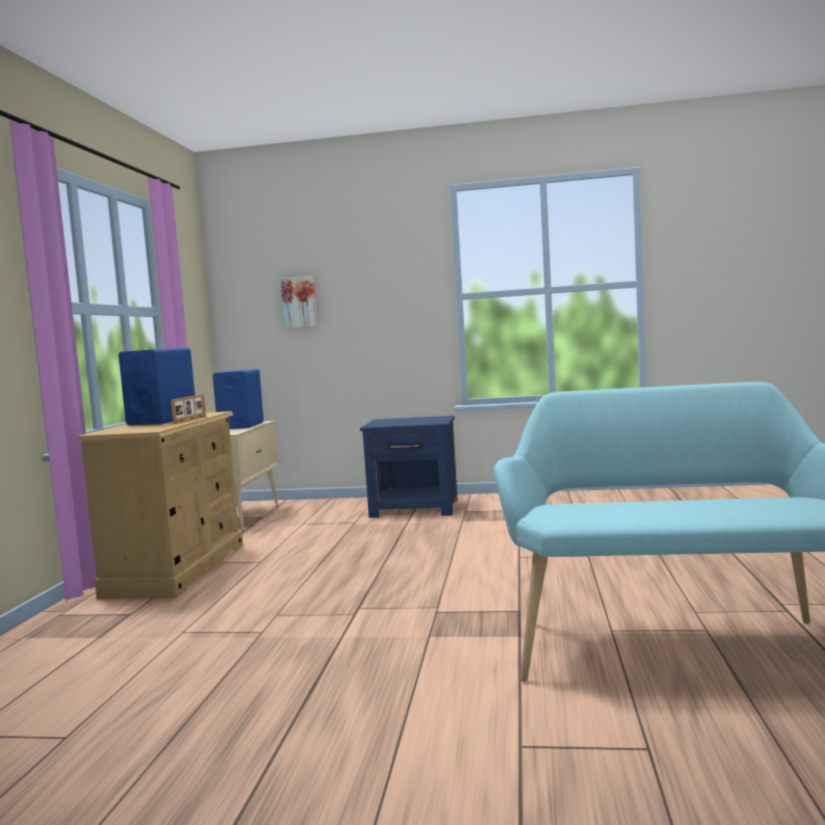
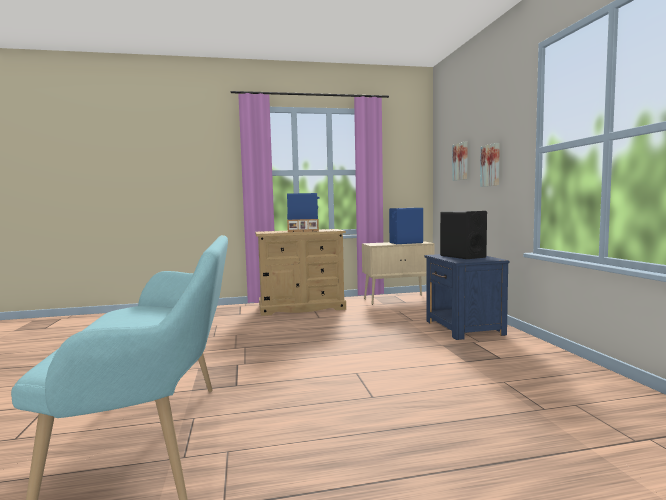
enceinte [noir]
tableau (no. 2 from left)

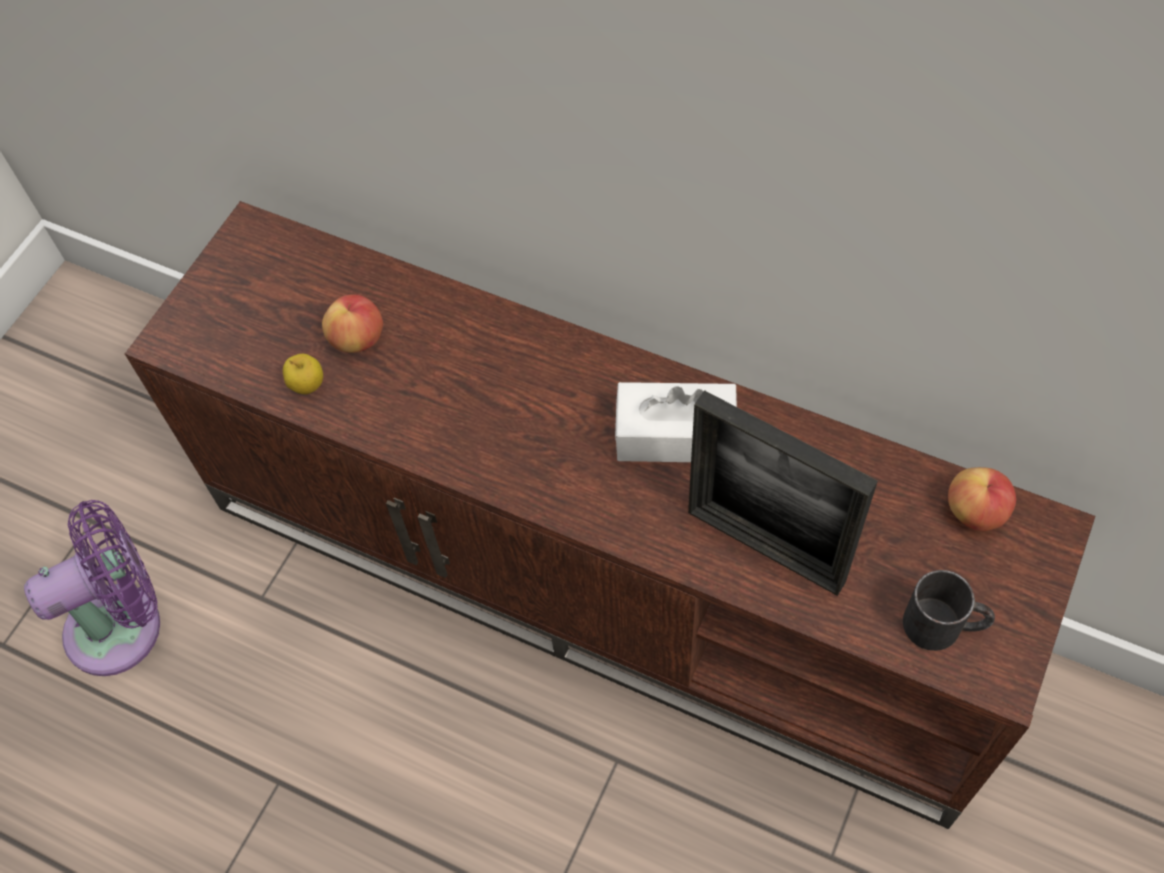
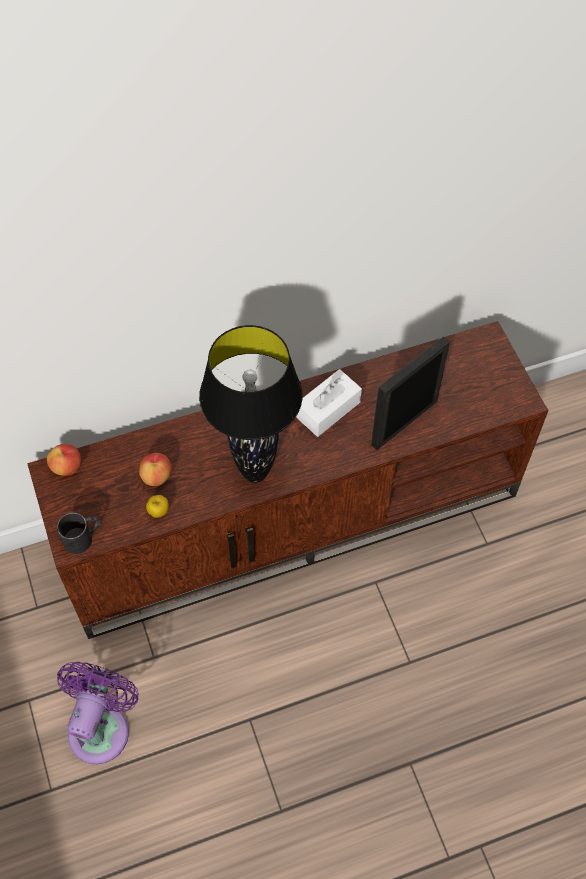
pomme (no. 1 from left)
mug [noir]
lampe de table [noir]
cadre photo

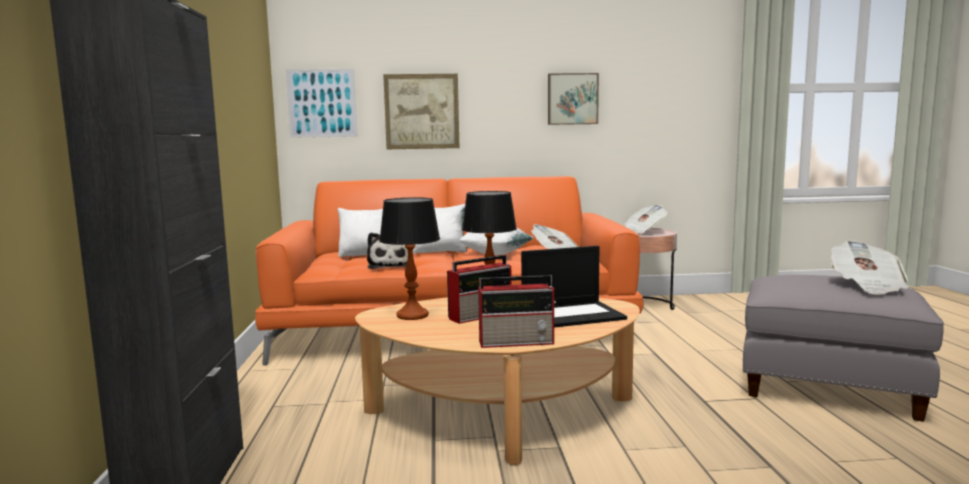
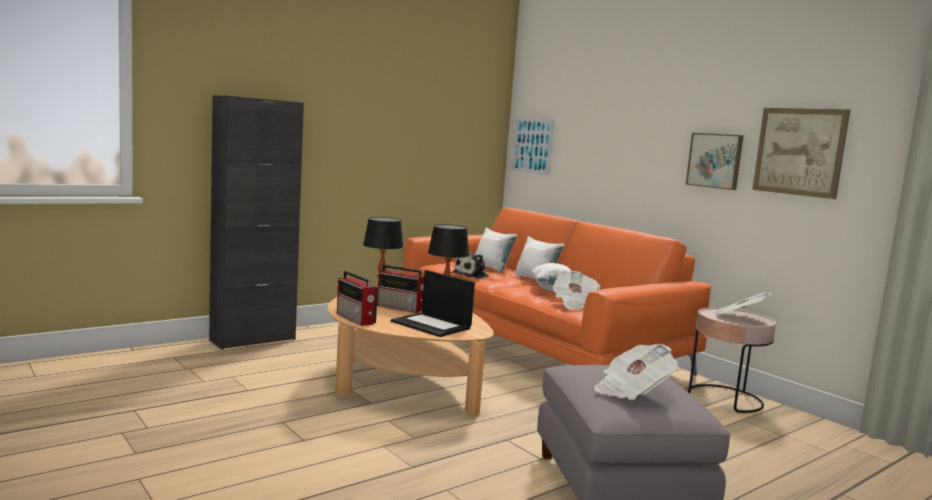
tableau (no. 3 from left)

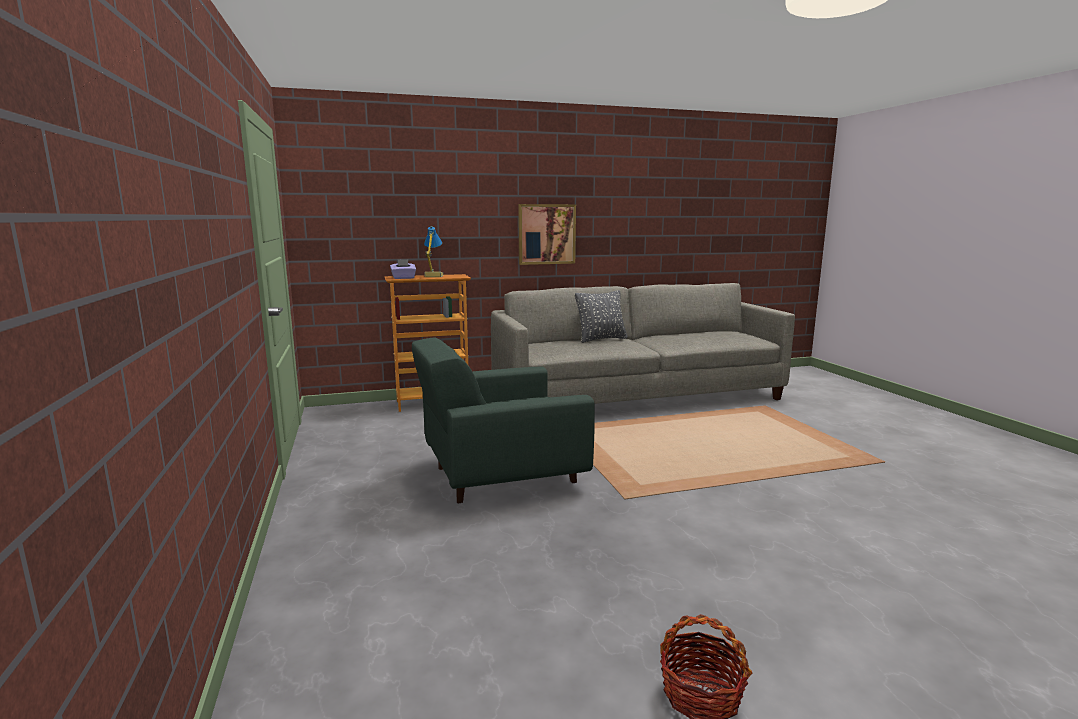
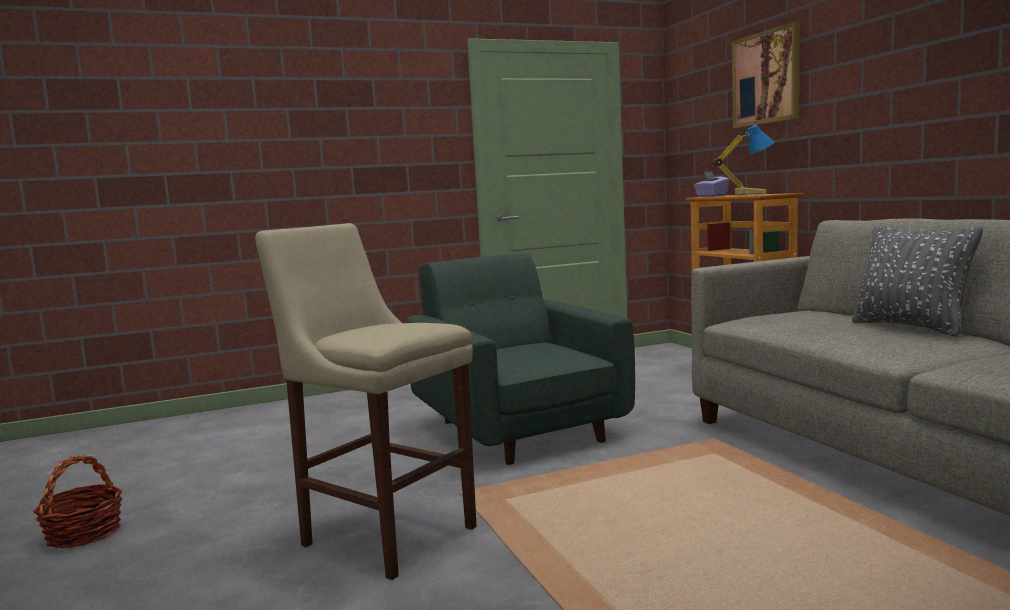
tabouret [beige]
tableau

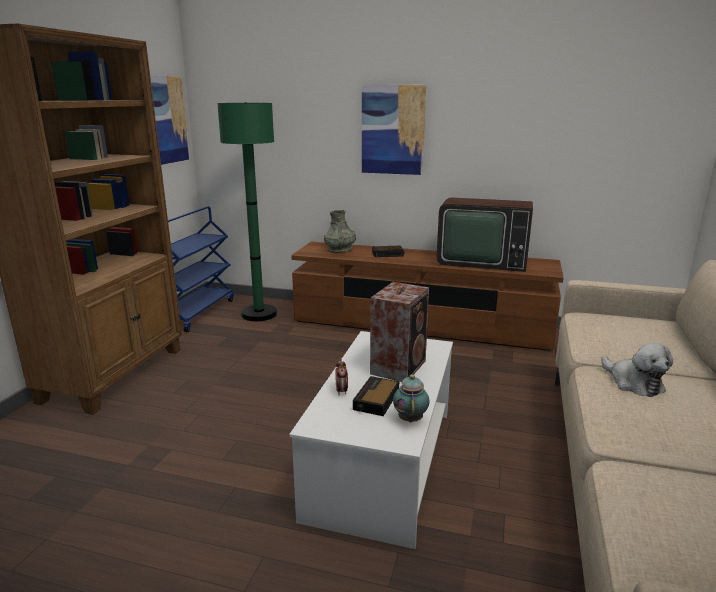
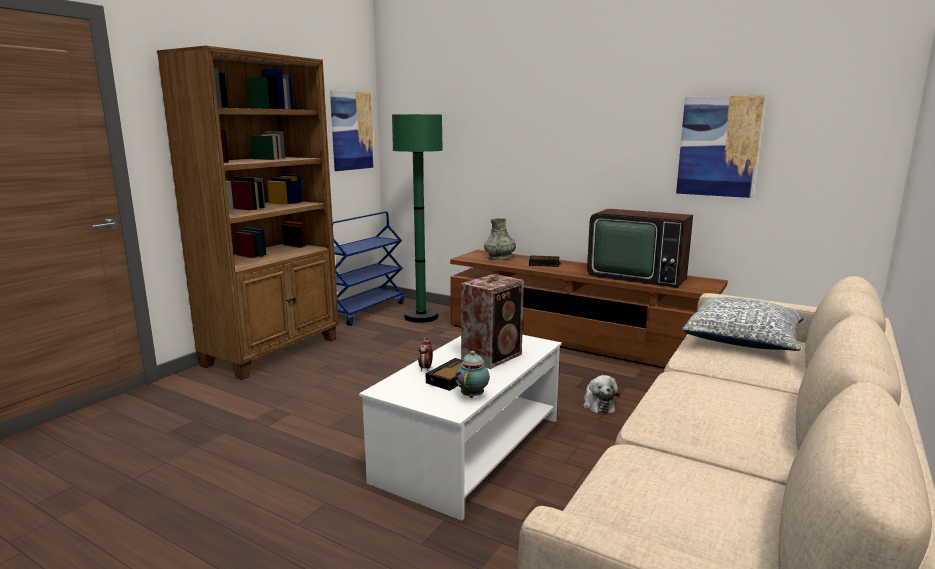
peluche
tableau (no. 2 from left)
coussin

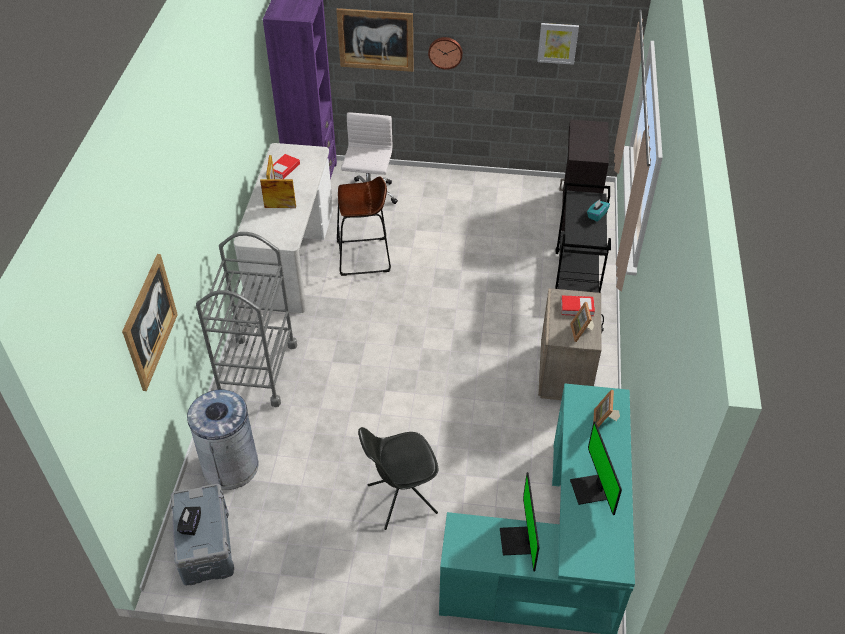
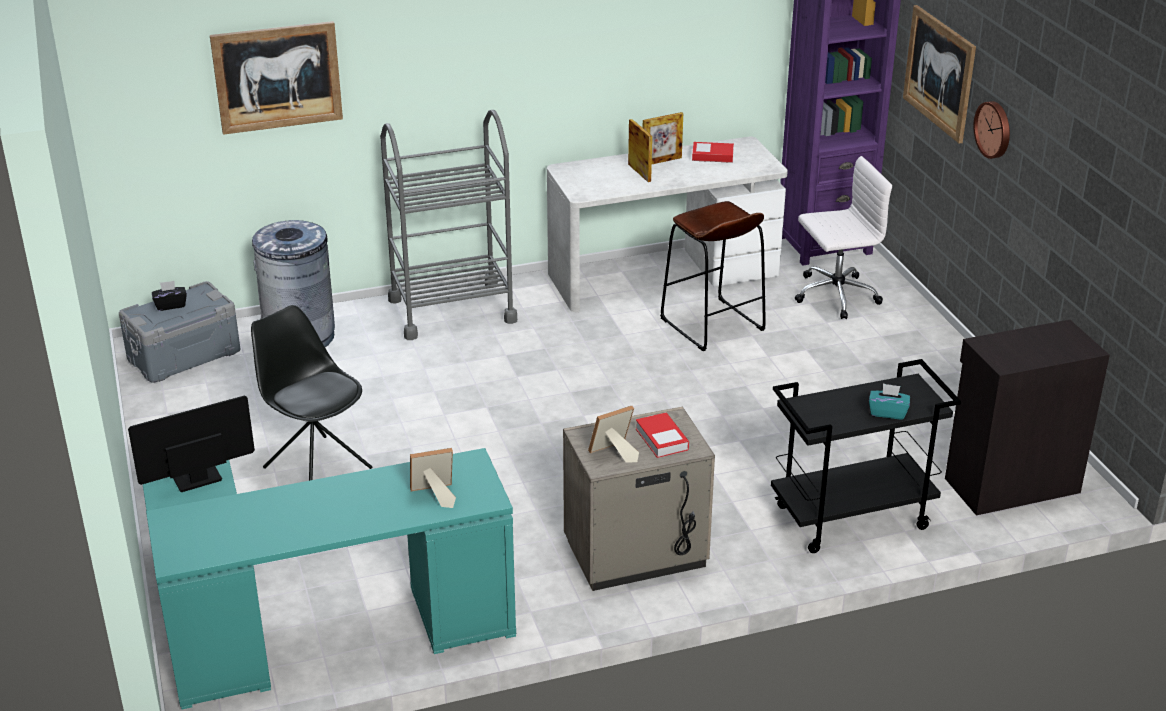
tableau (no. 3 from left in the first image)
écran d'ordinateur (no. 2 from left in the first image)

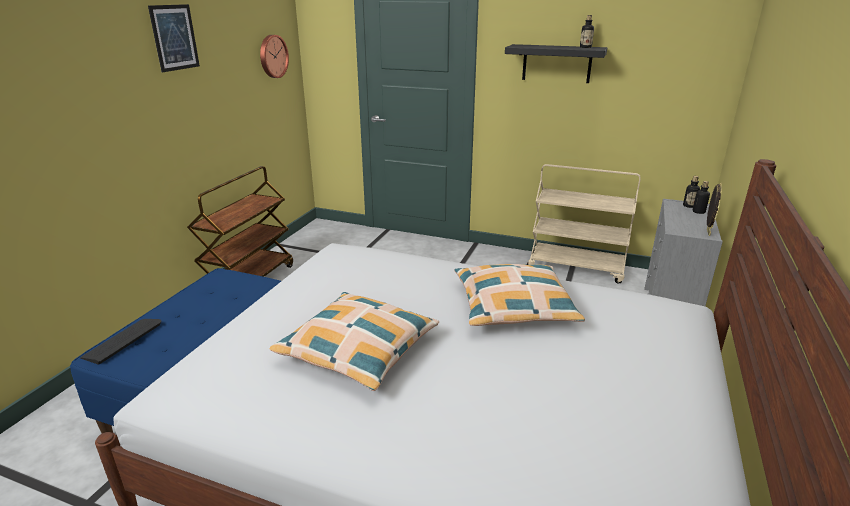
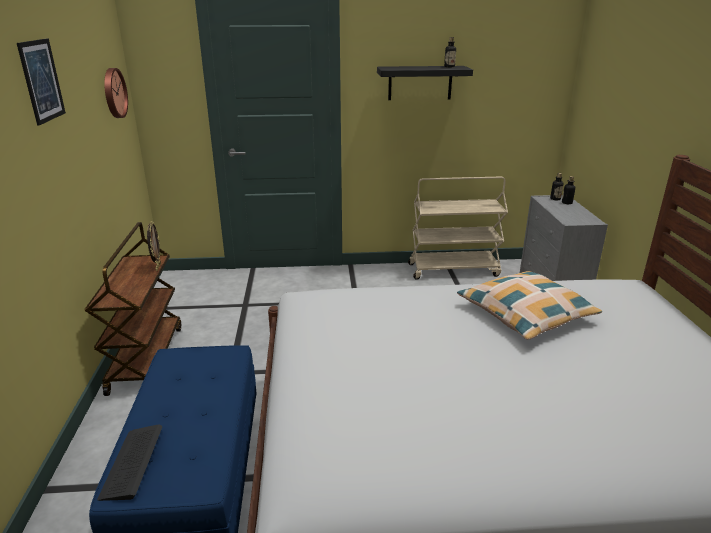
cadre photo
coussin (no. 1 from left in the first image)

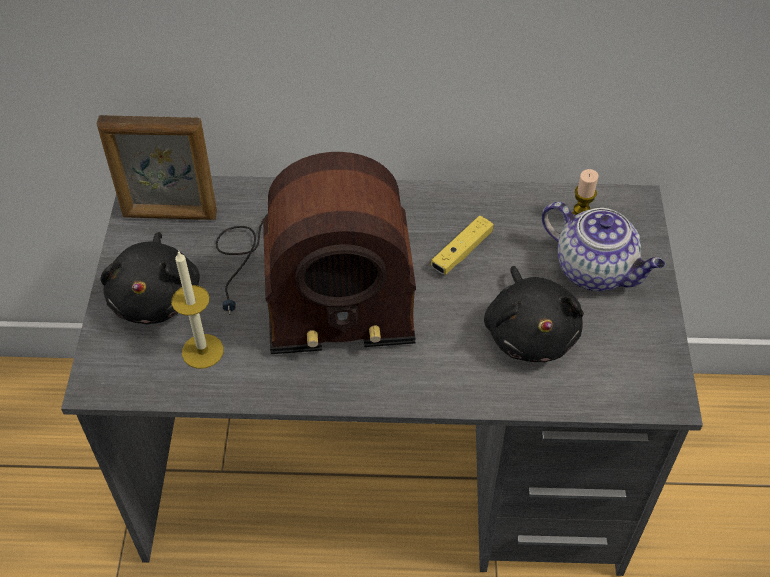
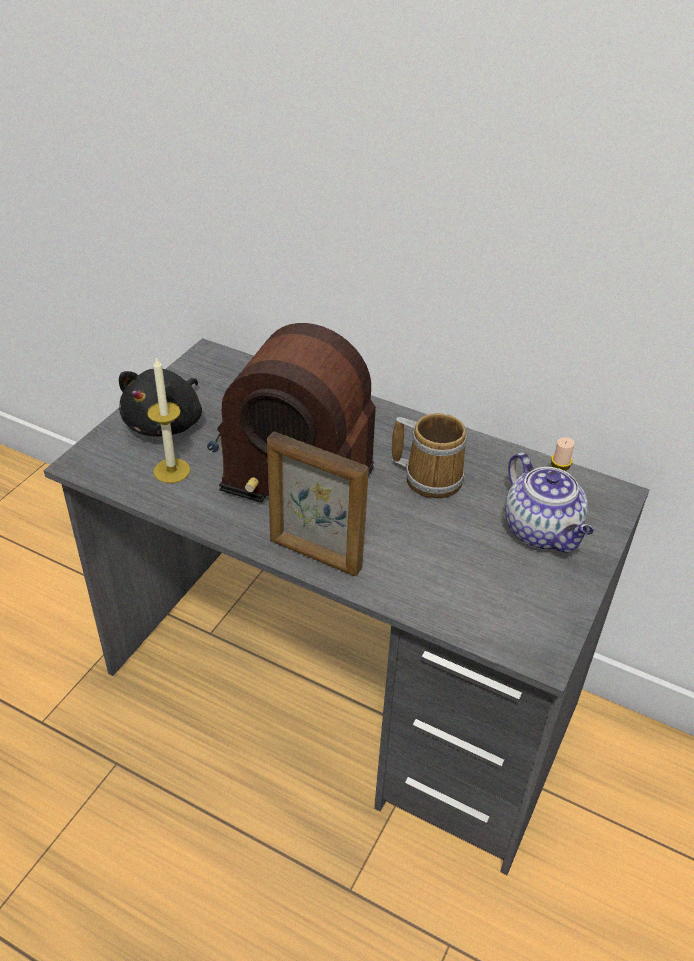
cadre photo
mug
peluche [noir] (no. 2 from left in the first image)

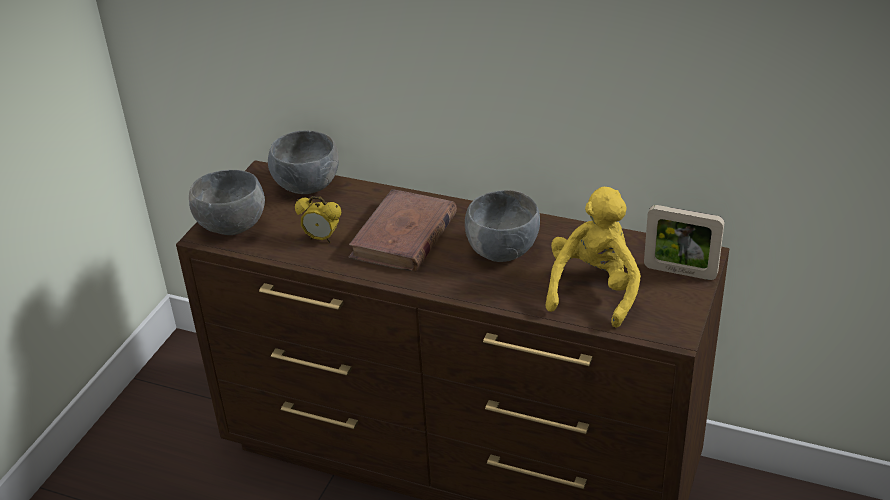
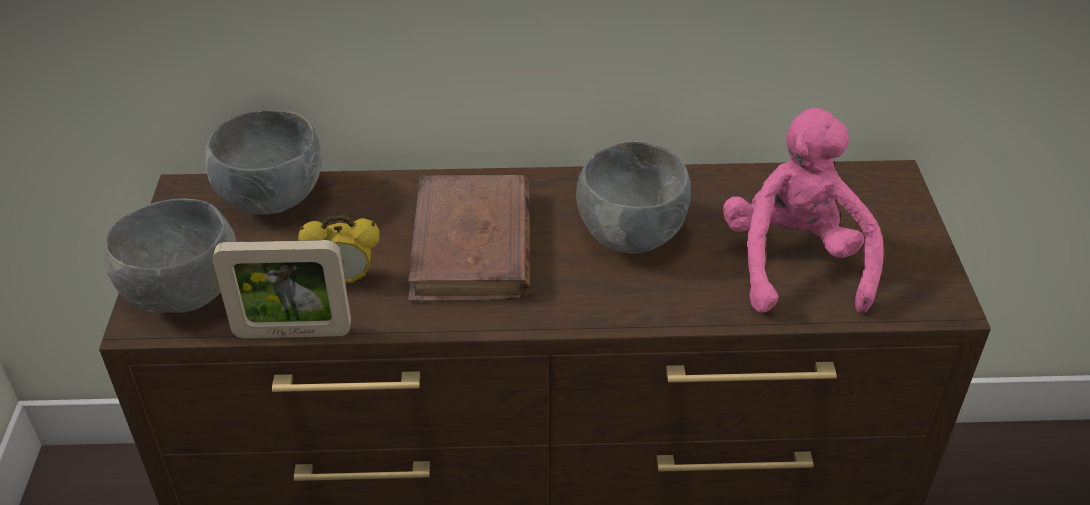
cadre photo
peluche [rose]

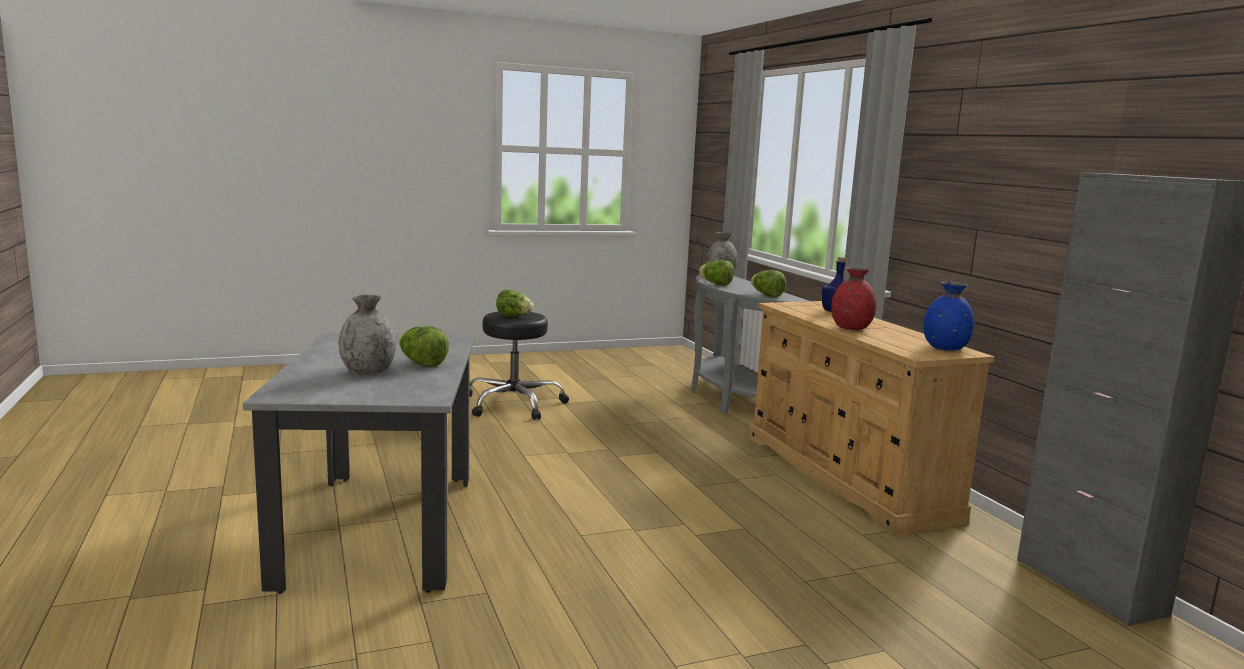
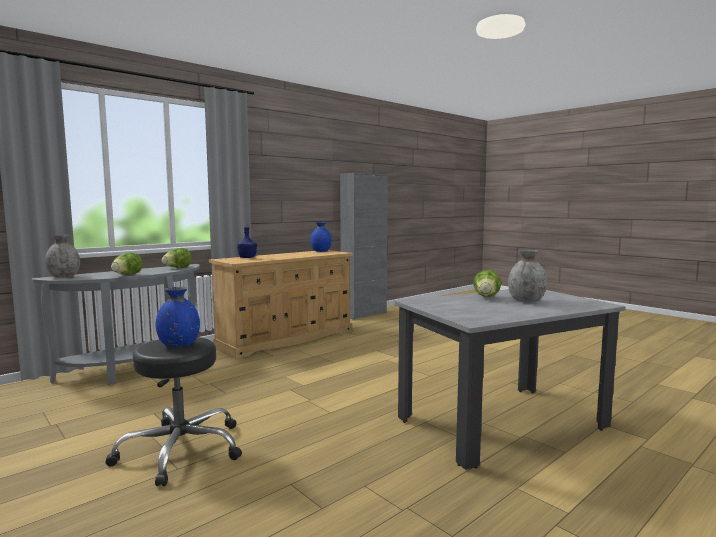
vase [bleu] (no. 1 from left)
vase [rouge]

